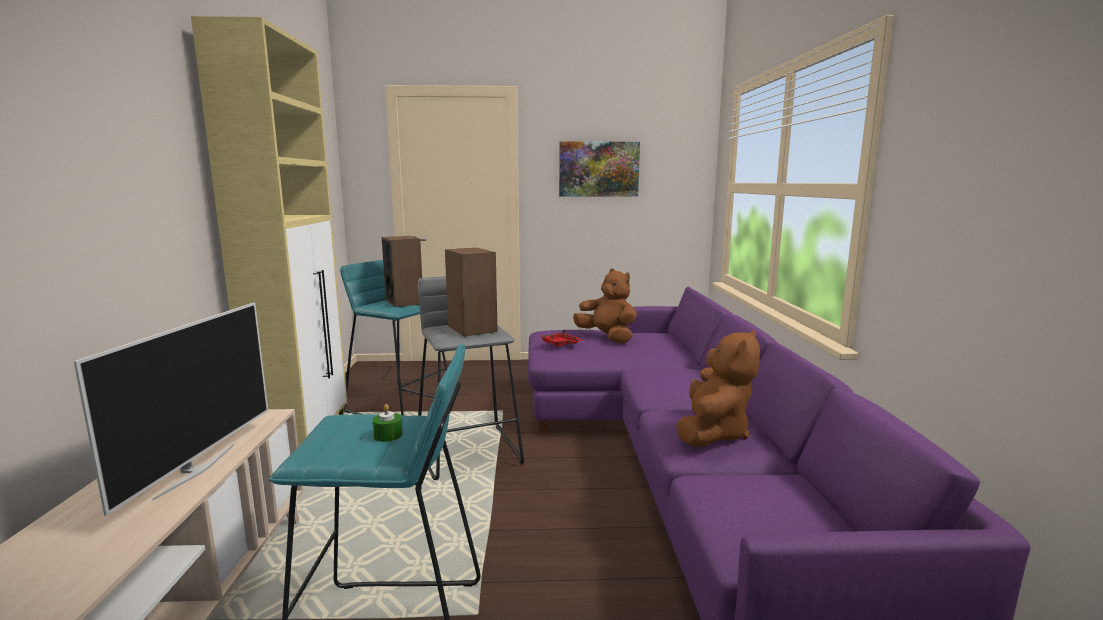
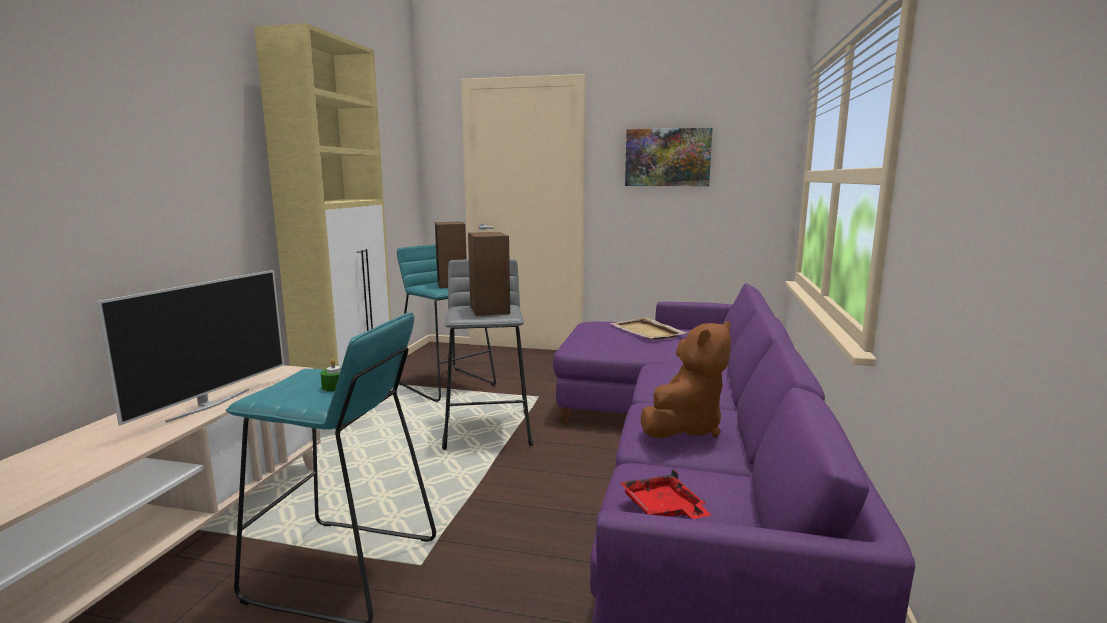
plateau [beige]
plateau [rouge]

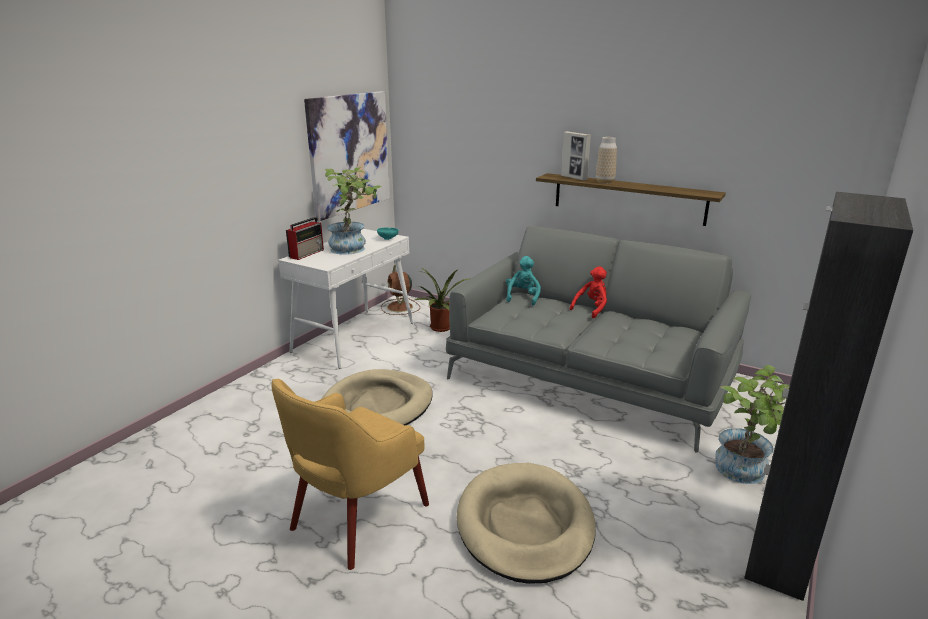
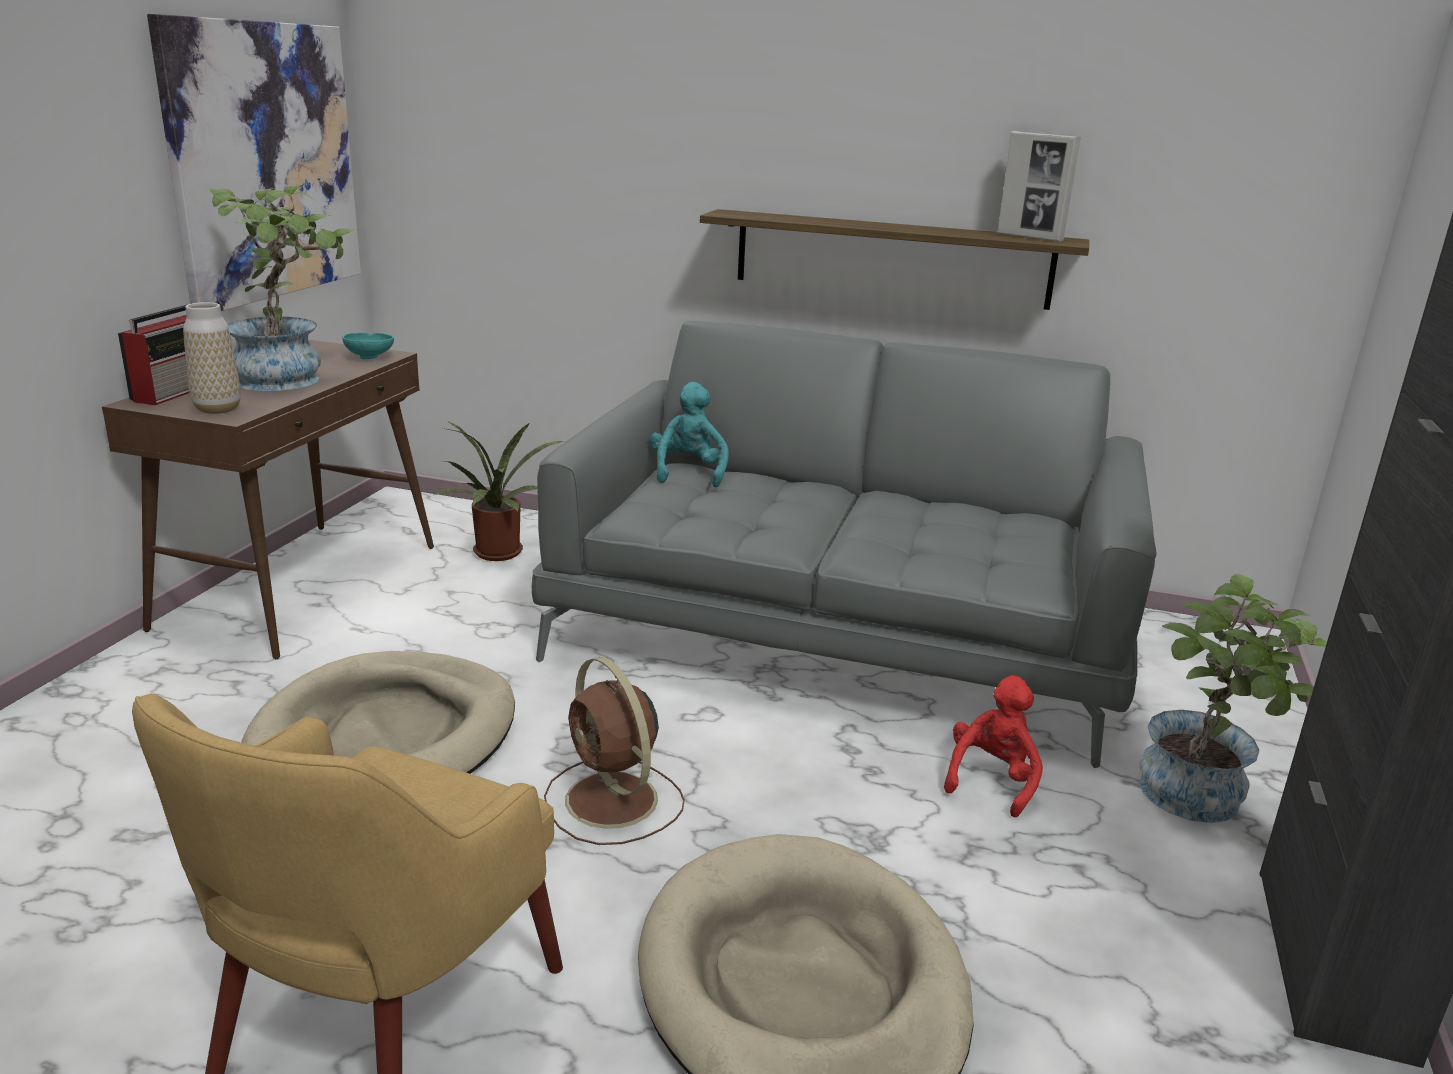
table console [marron]
vase
ventilateur [marron]
peluche [rouge]
cadre photo

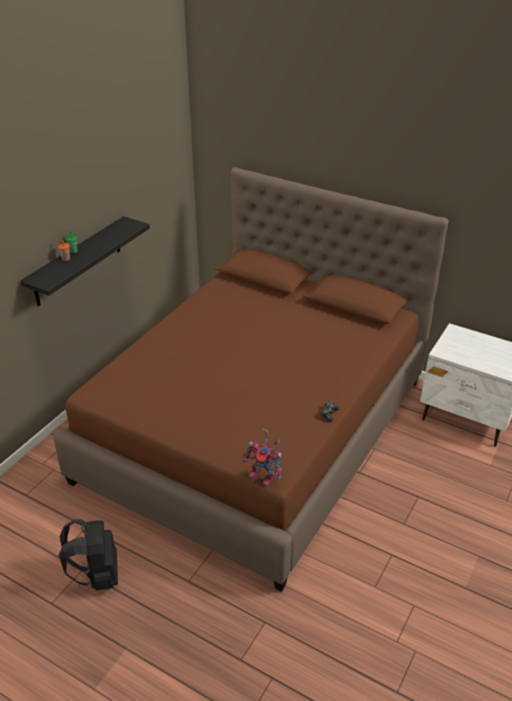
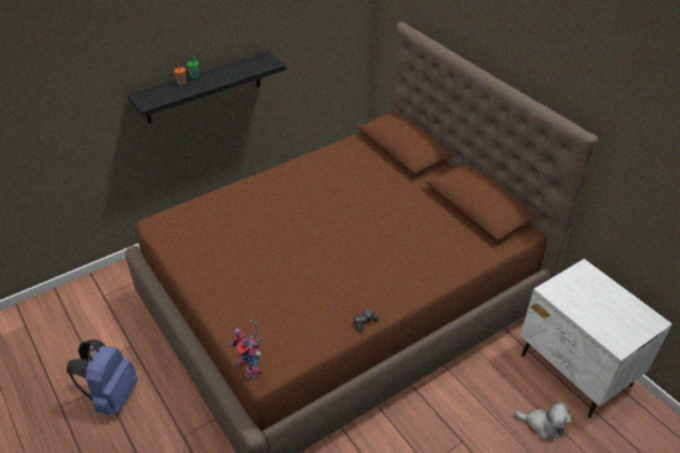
sac à dos [bleu]
peluche

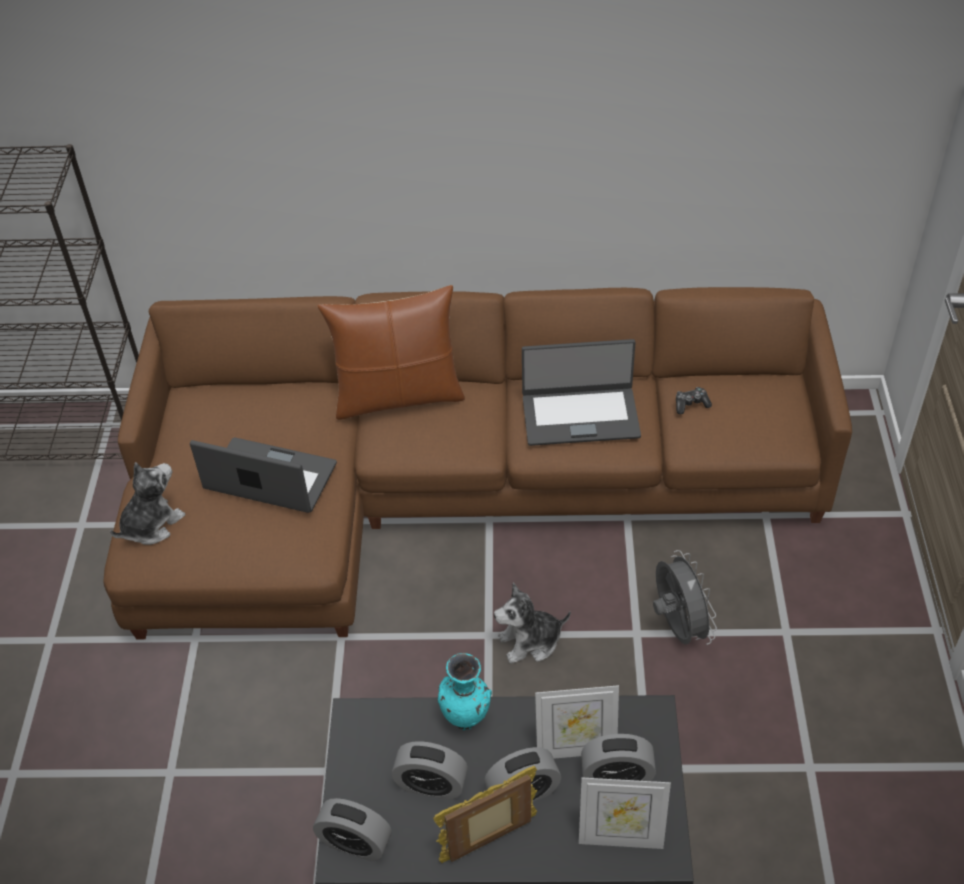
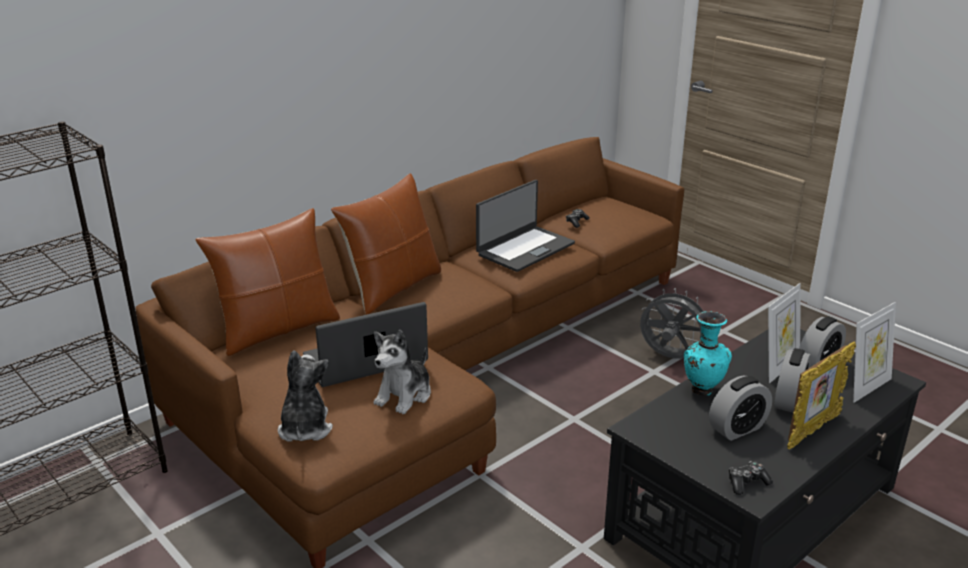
coussin [marron] (no. 1 from left)
peluche (no. 2 from left)
manette (no. 2 from left)
cadre photo (no. 2 from left)

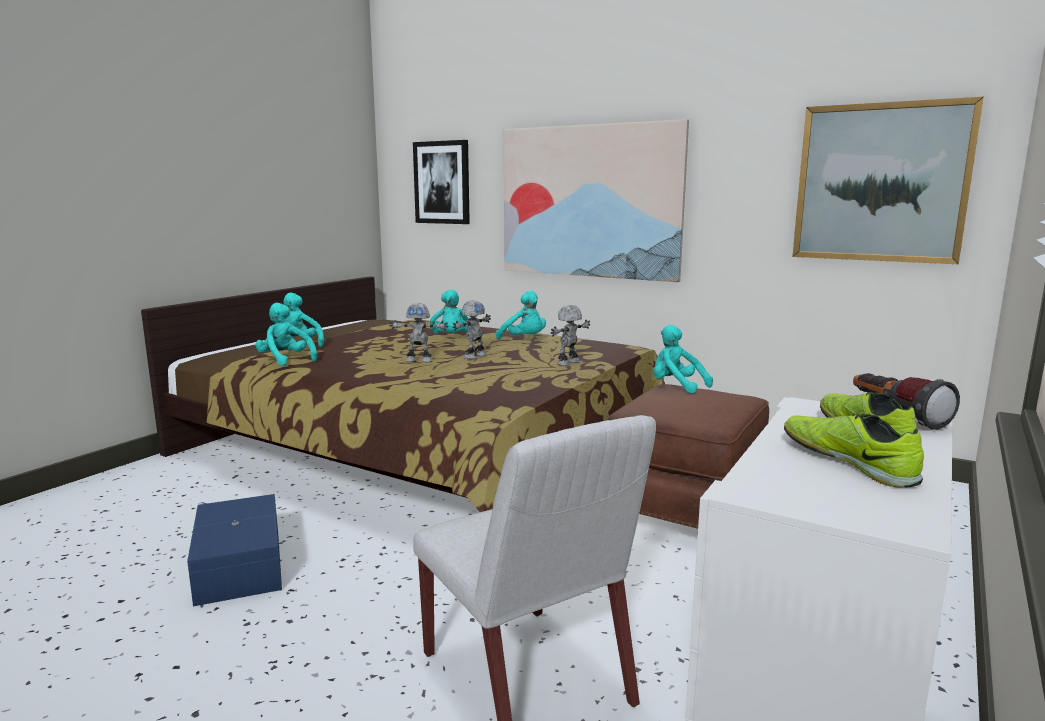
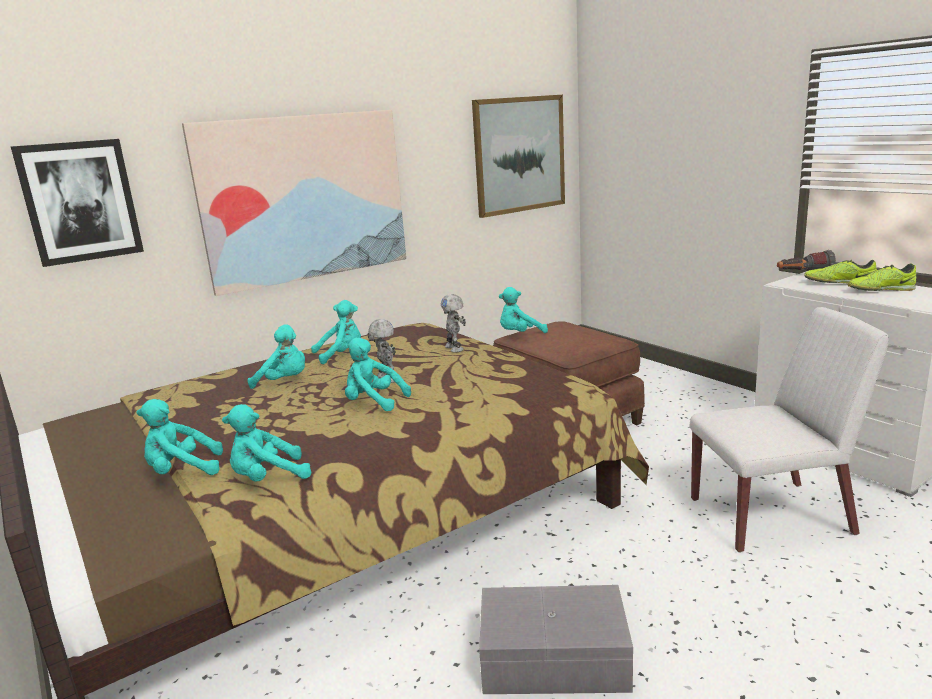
peluche [turquoise] (no. 5 from left)
boîte de rangement [gris]

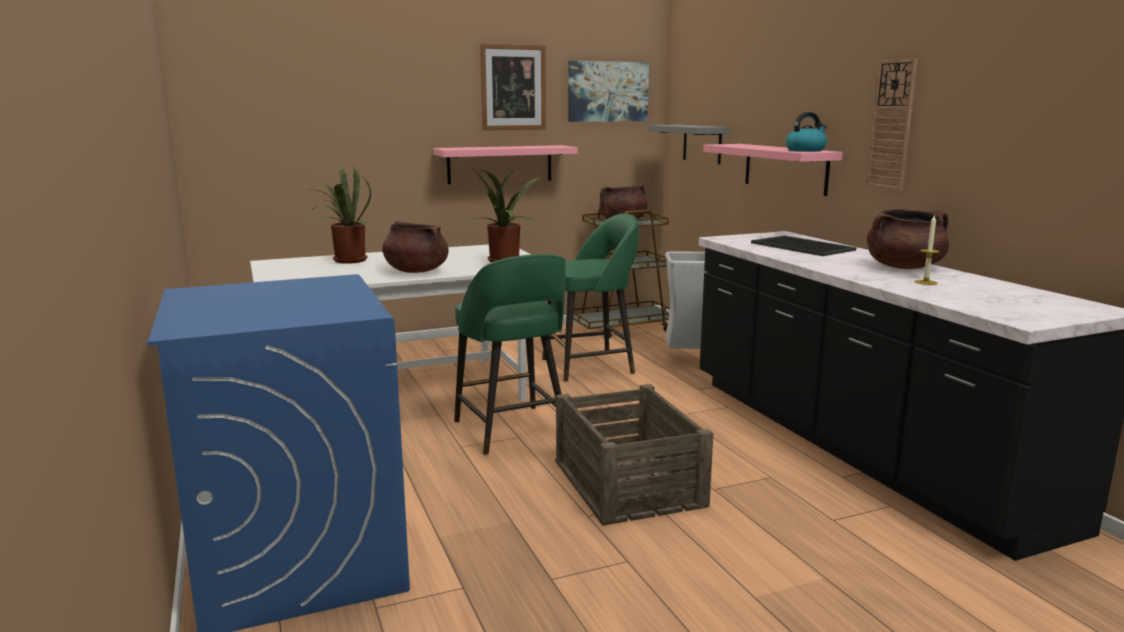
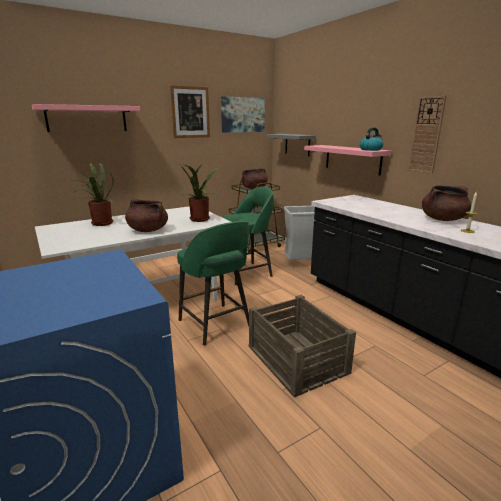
étagère [rose] (no. 1 from left)
plateau

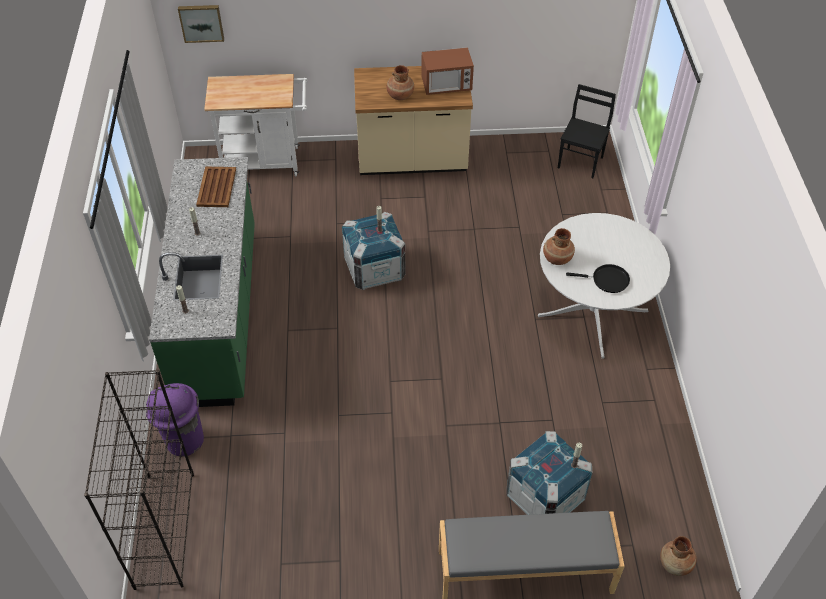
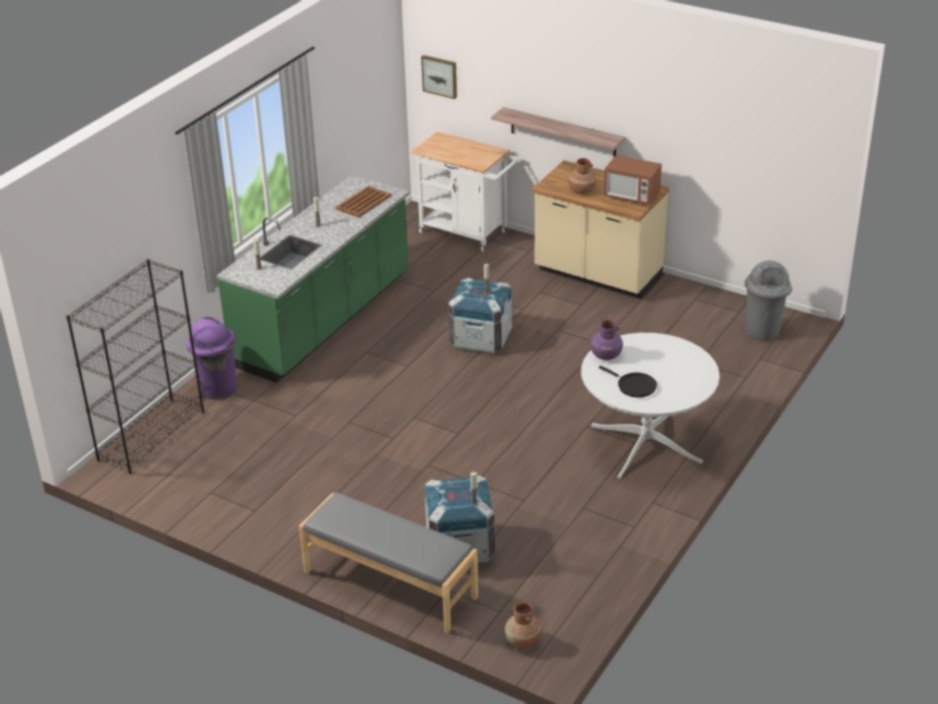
étagère
vase [violet]
poubelle [gris]

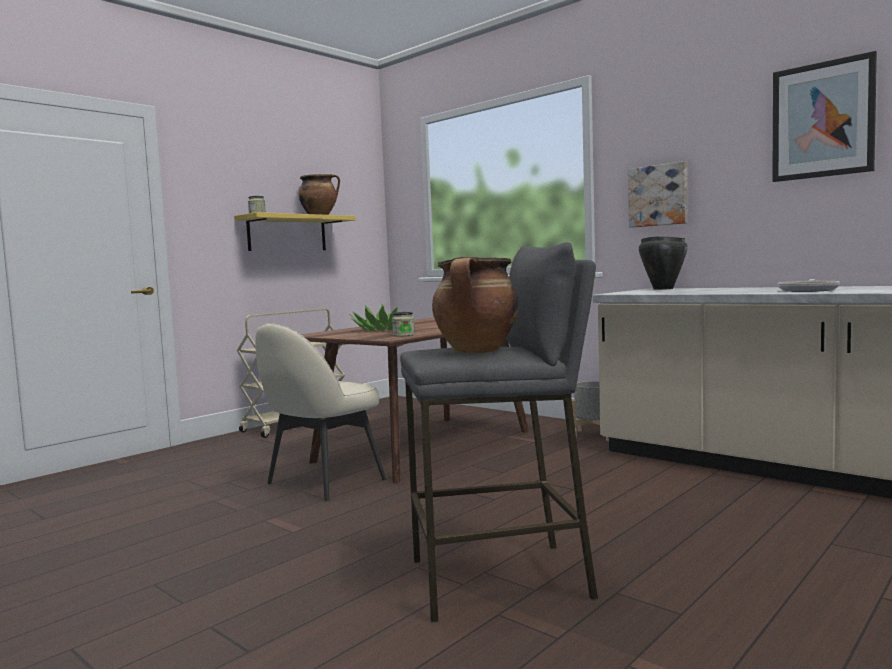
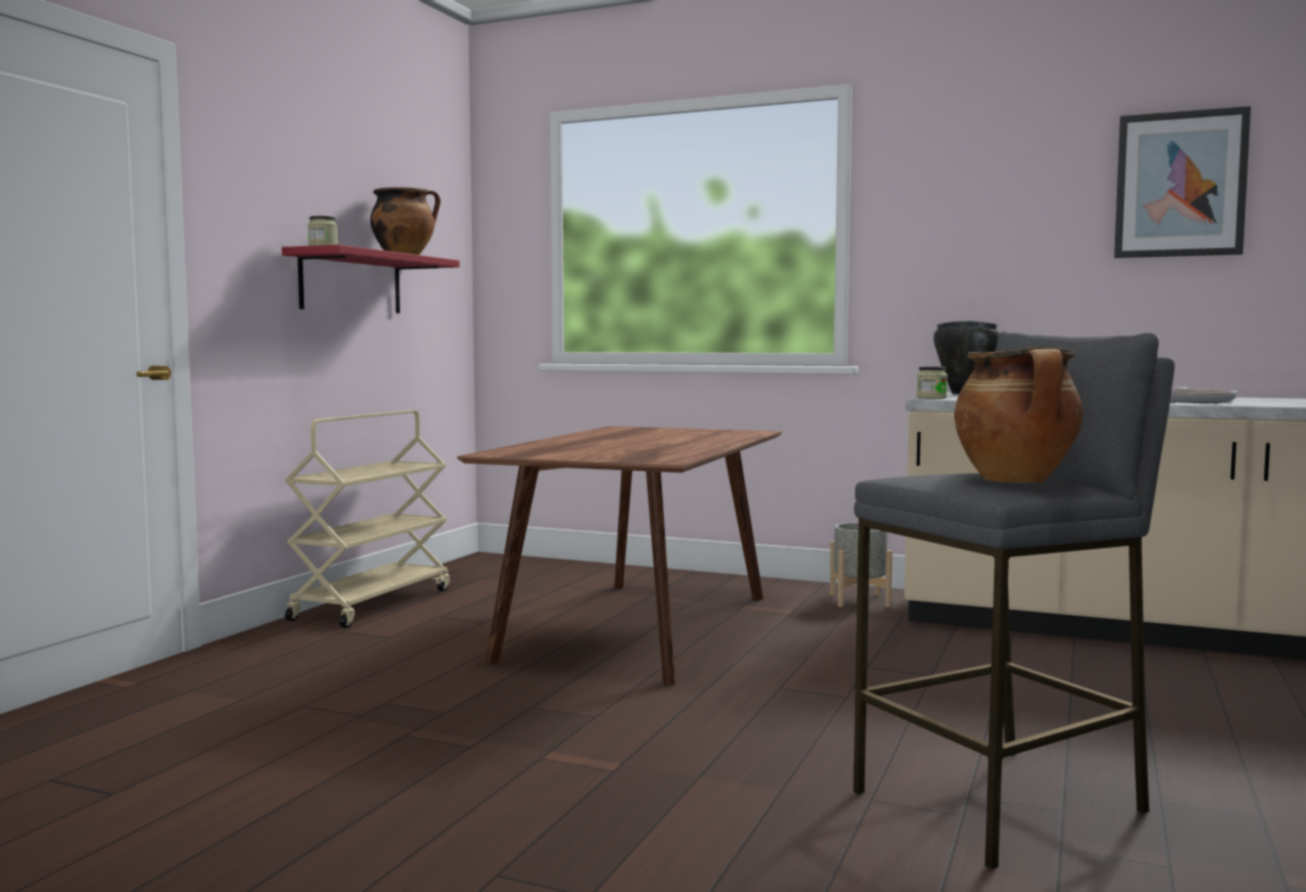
étagère [rouge]
bocal (no. 2 from left)
chaise [beige]
plante en pot
tableau (no. 1 from left in the first image)

